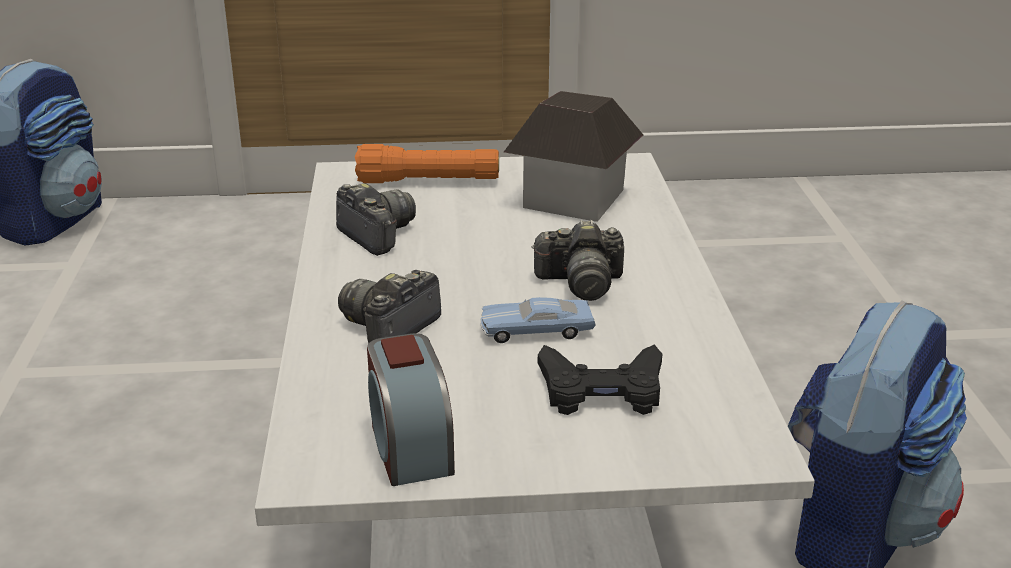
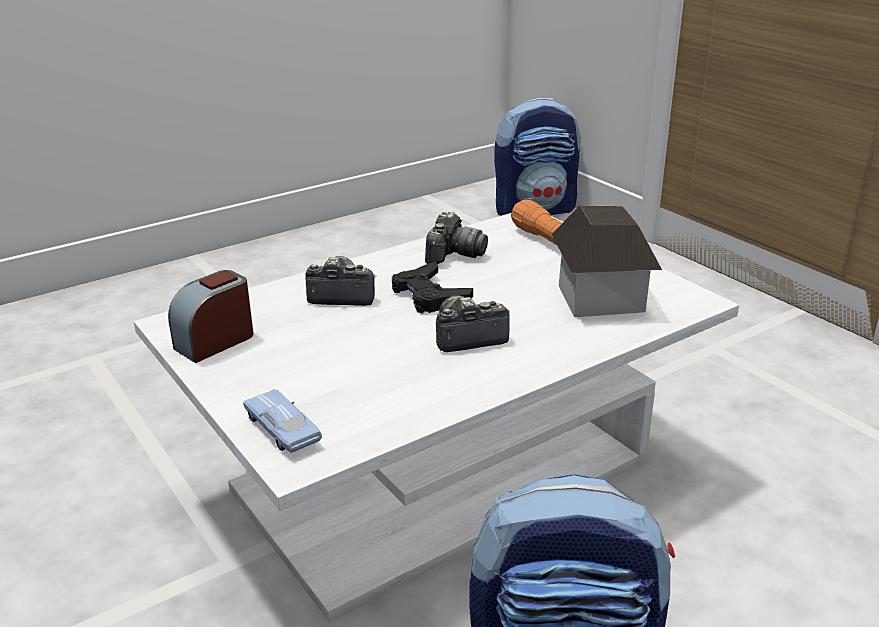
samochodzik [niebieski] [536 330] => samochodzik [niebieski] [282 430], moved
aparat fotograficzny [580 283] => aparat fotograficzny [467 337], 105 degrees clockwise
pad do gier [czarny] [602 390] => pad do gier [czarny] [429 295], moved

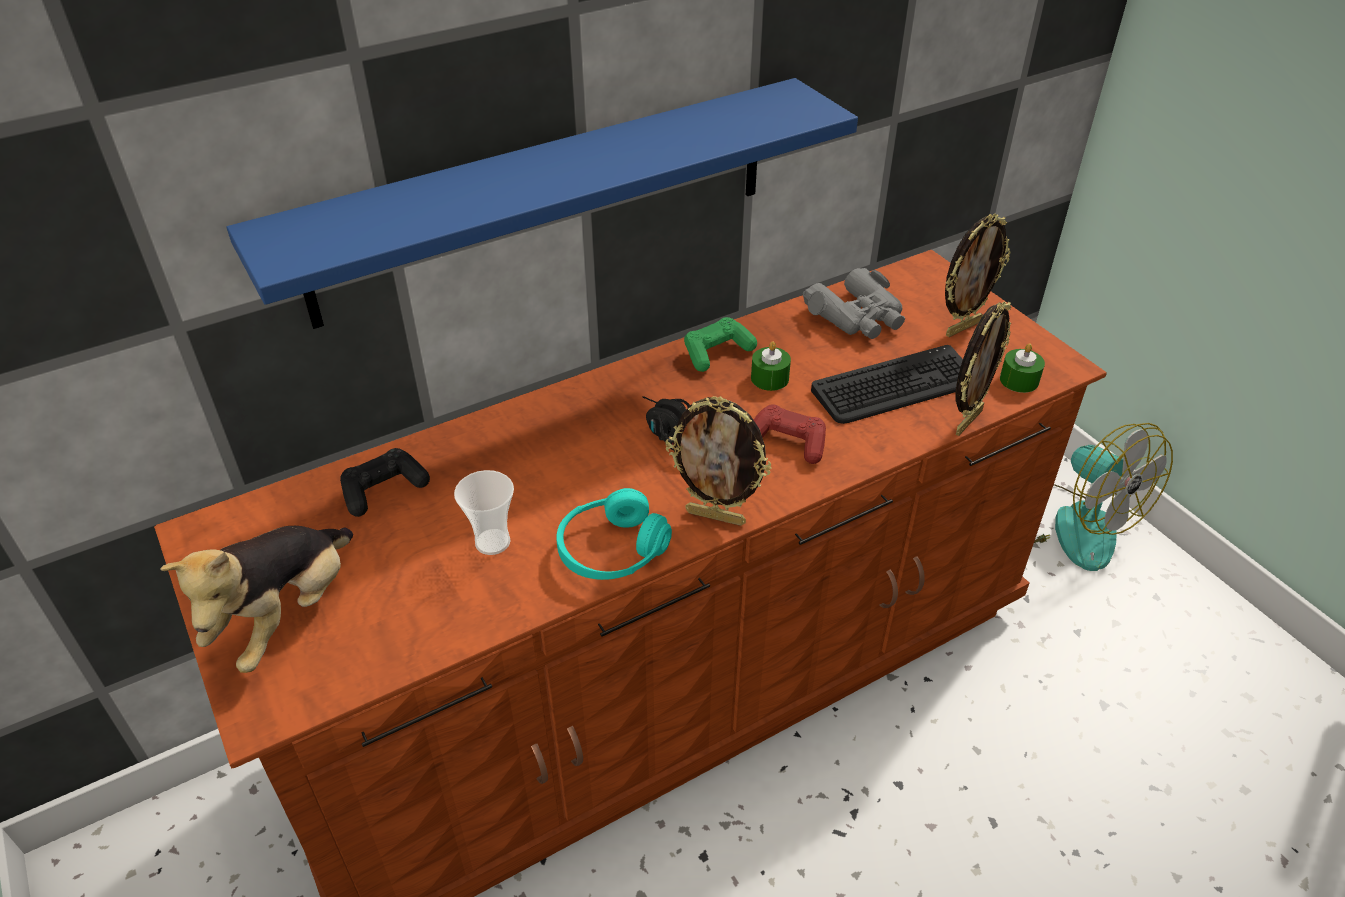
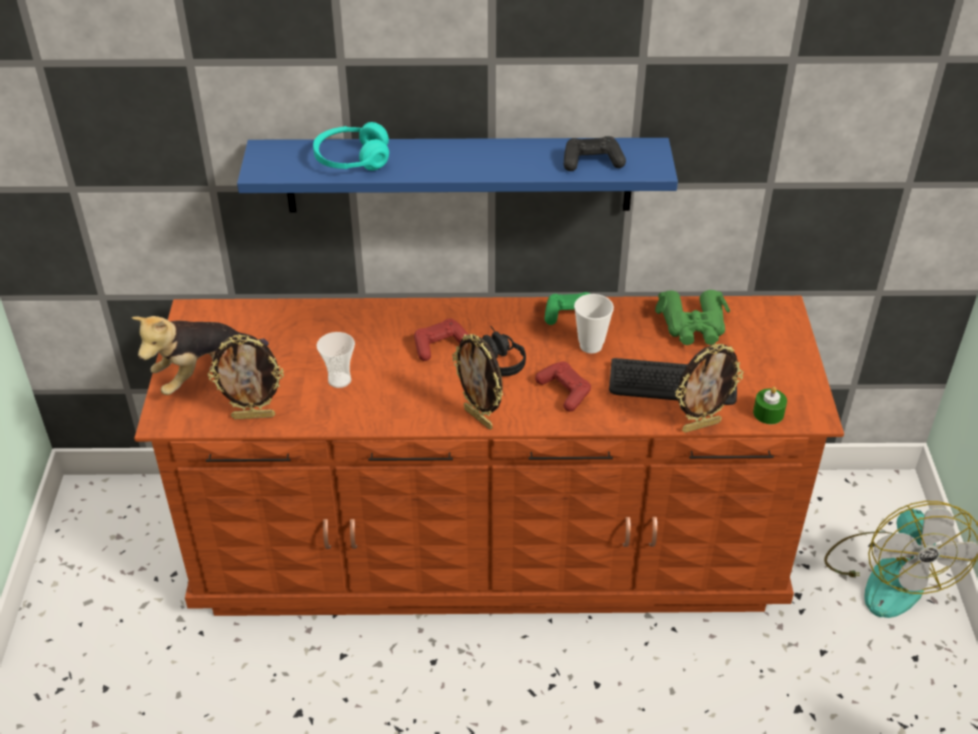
pad do gier [czarny] [384 489] => pad do gier [czarny] [592 162], moved
słuchawki [turkusowy] [612 550] => słuchawki [turkusowy] [352 160], moved
świeca [zielony] [769 378] => filiżanka [591 346]
lornetka [szary] [857 316] => lornetka [zielony] [693 326]
ramka na zdjęcie [962 327] => ramka na zdjęcie [254 416], moved
nothing => pad do gier [czerwony] [440 345]

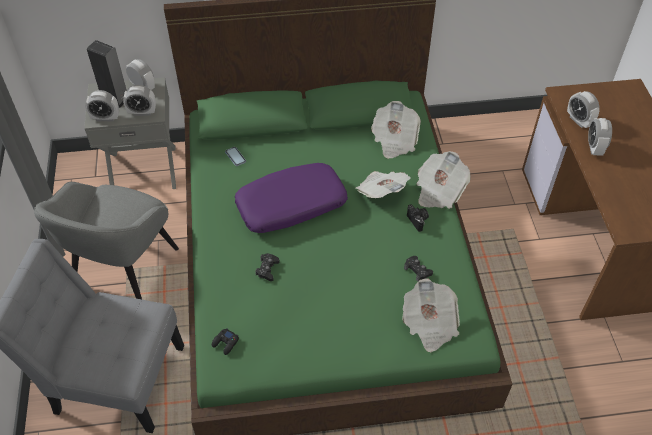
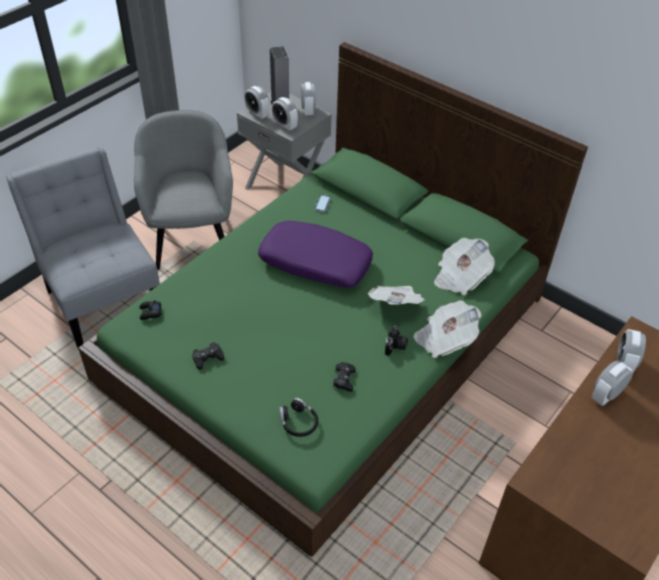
fotel [szary] [124 269] => fotel [szary] [192 239], 105 degrees clockwise
pad do gier [czarny] [267 269] => pad do gier [czarny] [207 358], moved
gazeta [429 324] => słuchawki [czarny] [298 422]

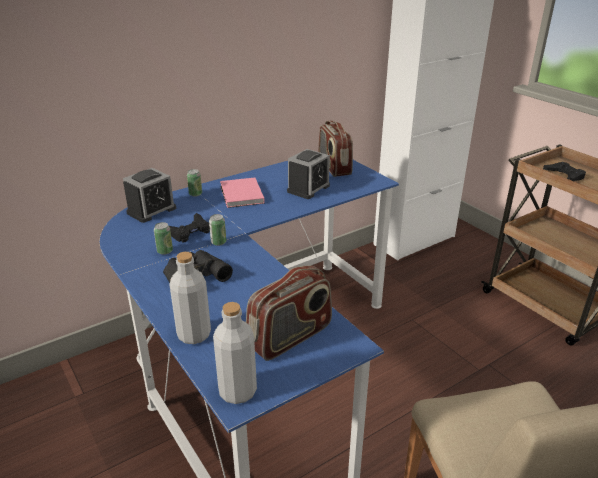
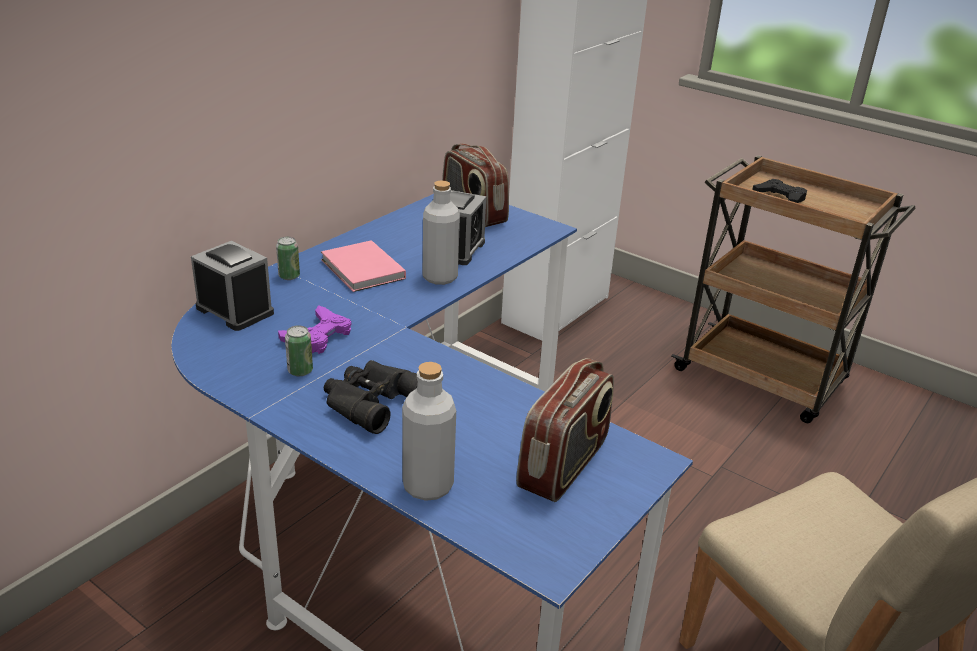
budzik [151 210] => budzik [235 310], 75 degrees counterclockwise
pad do gier [czarny] [189 232] => pad do gier [fioletowy] [318 336]
puszka [218 242] => nothing
butelka [szary] [237 391] => butelka [szary] [440 277], moved

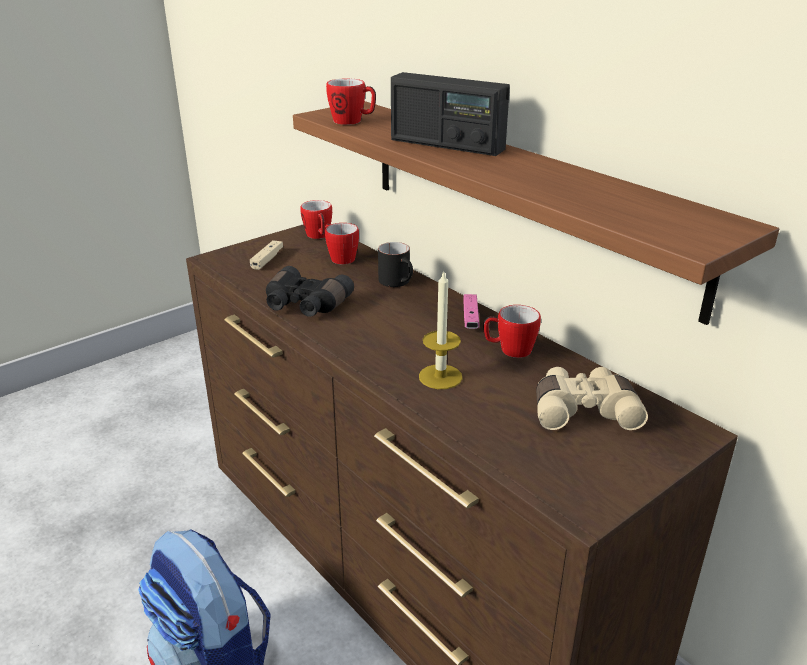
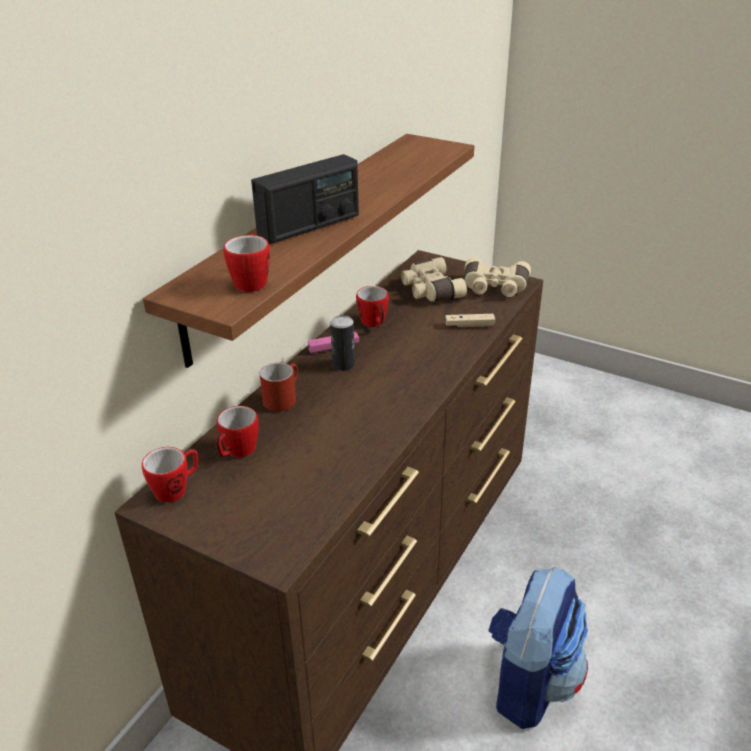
pad do gier [beżowy] [267 260] => pad do gier [beżowy] [469 325], moved
lornetka [czarny] [304 305] => nothing
kubek [czarny] [399 282] => kubek [czerwony] [282 398]
radio [446 145] => radio [309 225], 45 degrees clockwise
świeca [440 377] => nothing
nothing => puszka [343 365]
nothing => lornetka [beżowy] [494 288]

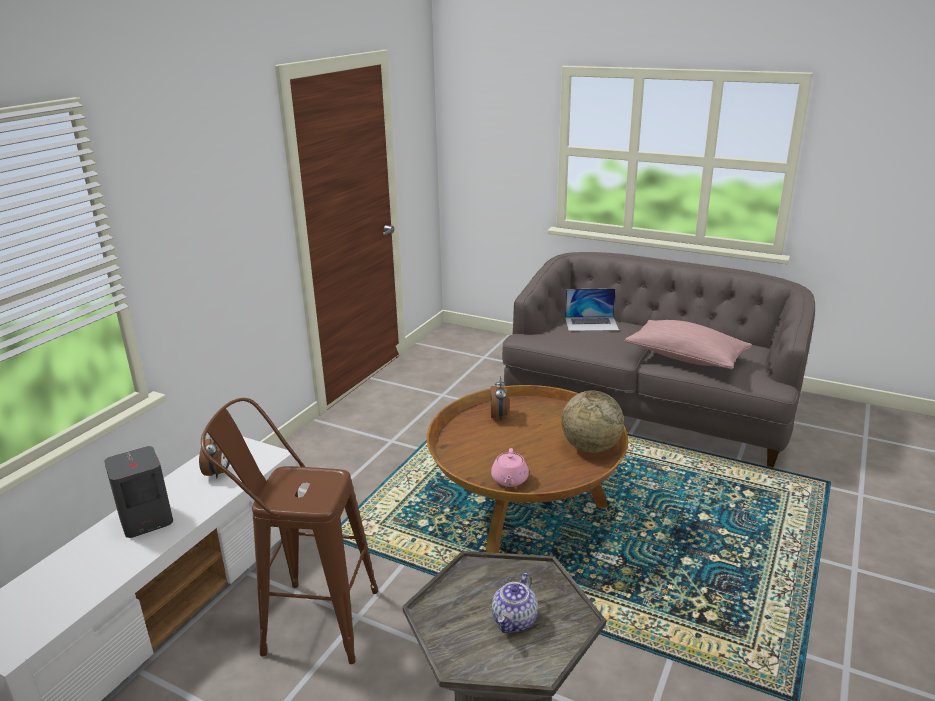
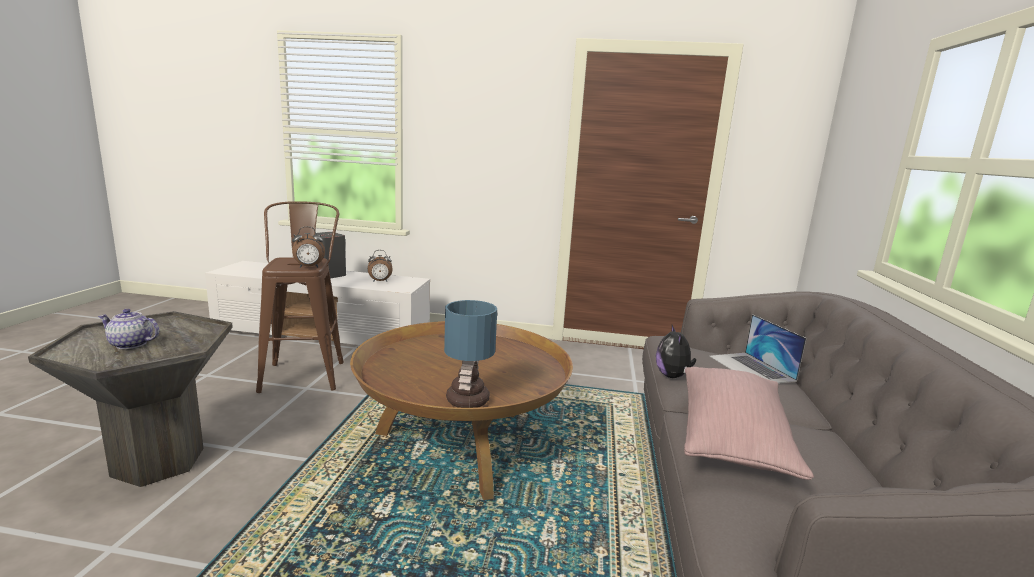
budzik [499 416] => budzik [309 267], moved
imbryk [różowy] [509 480] => nothing
globus [590 447] => lampa stołowa [467 399]
nothing => pluszak [673 376]

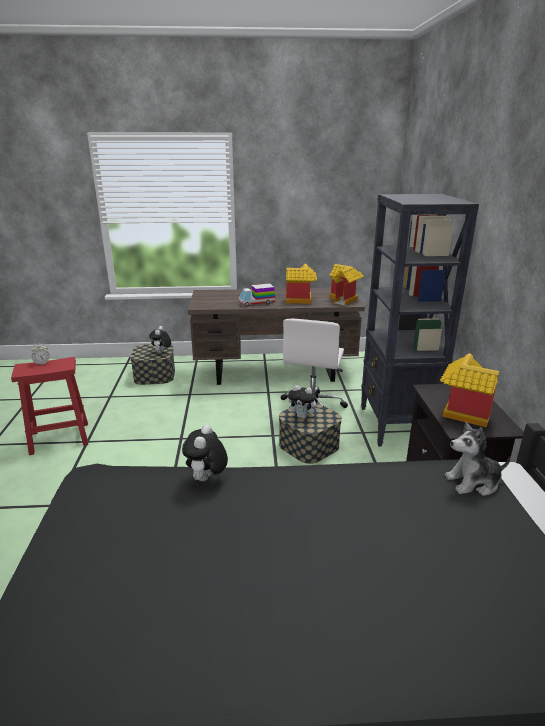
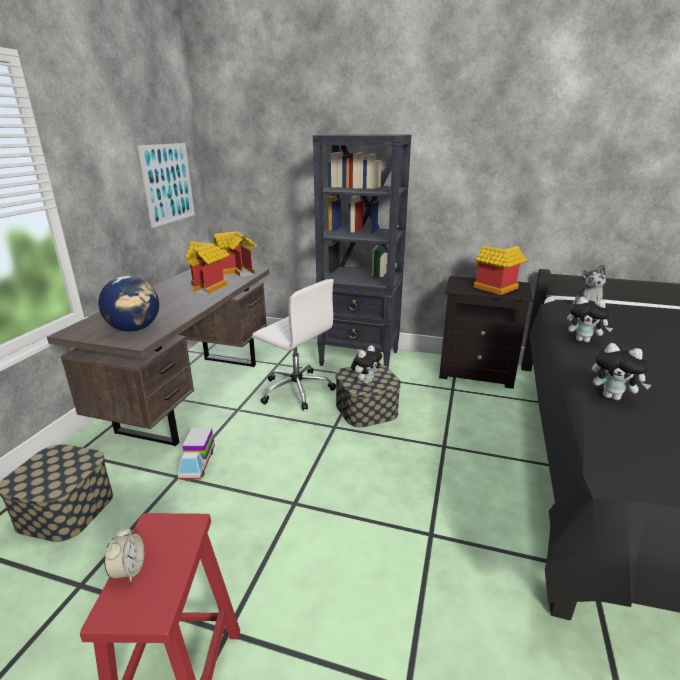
pluszak [161 353] => pluszak [583 340], moved
ciężarówka zabawkowa [256 303] => ciężarówka zabawkowa [197 463], moved
nothing => globus [135 329]
nothing => obraz [168 183]

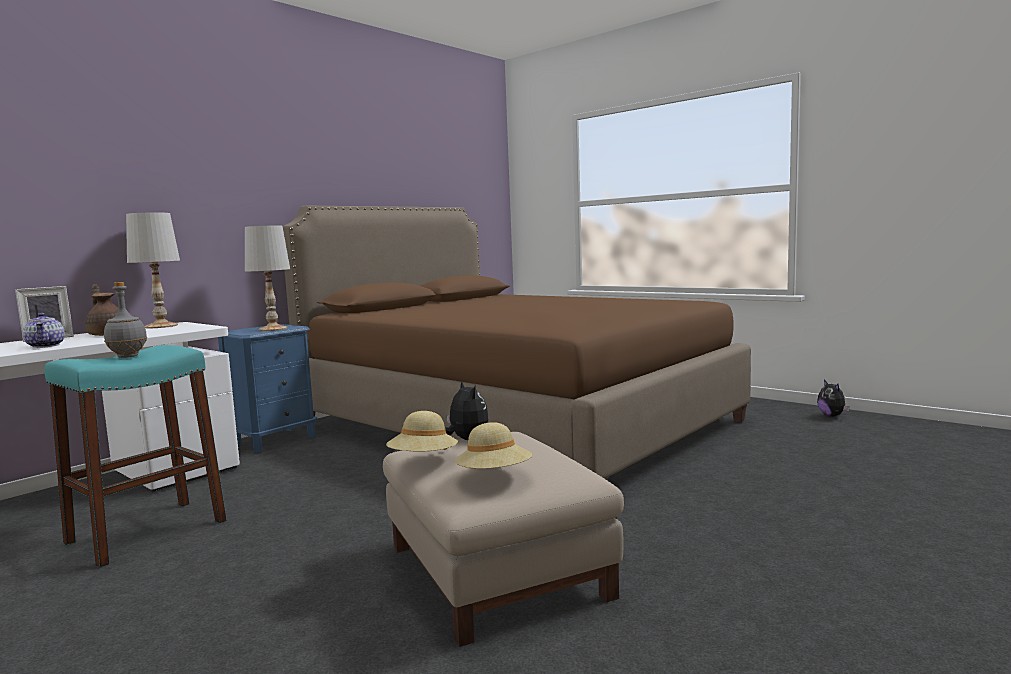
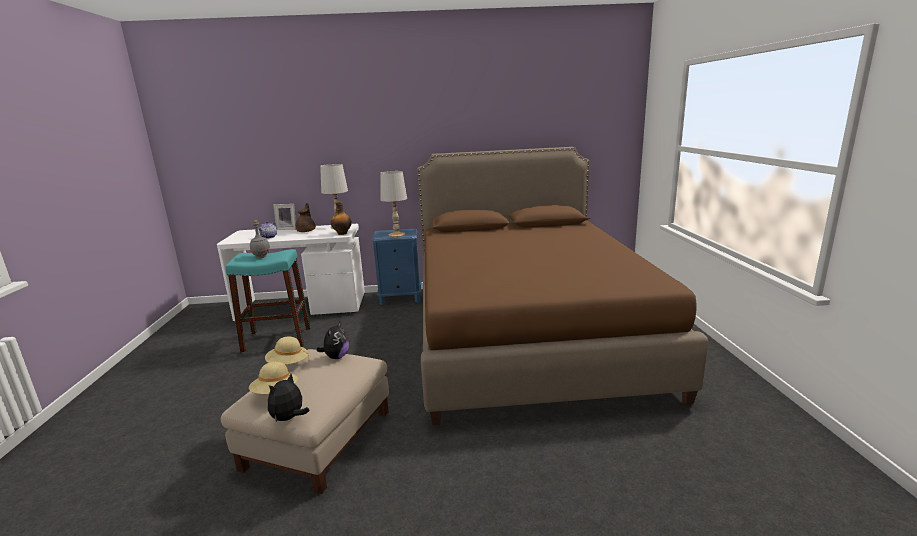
pluszak [832 416] => pluszak [289 418], moved
nothing => butelka [342 233]

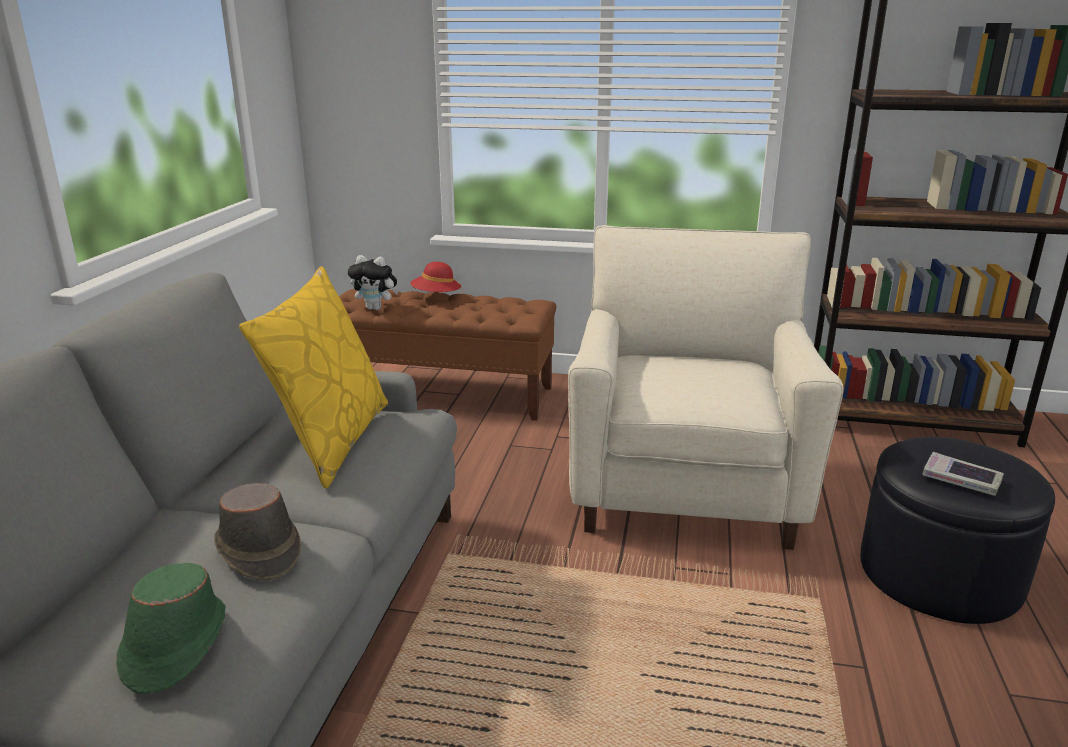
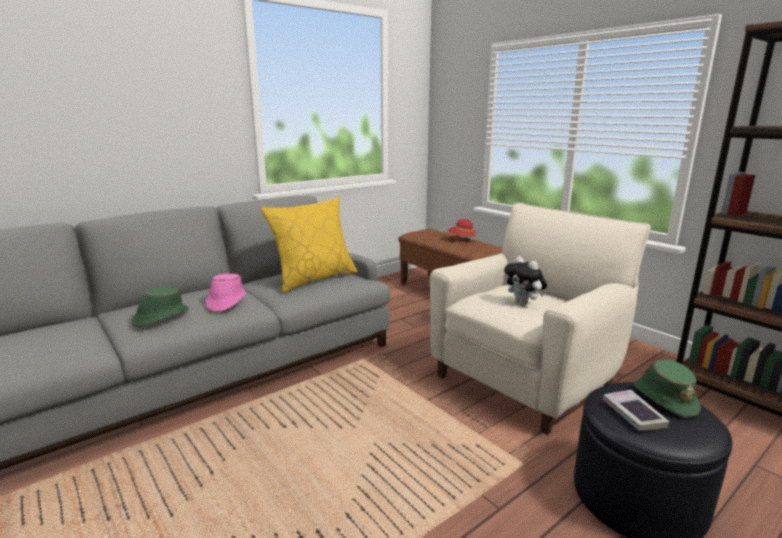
kapelusz [brązowy] [258 550] => kapelusz [różowy] [226 302]
pluszak [376 308] => pluszak [524 303], moved
nothing => kapelusz [zielony] [664 398]

